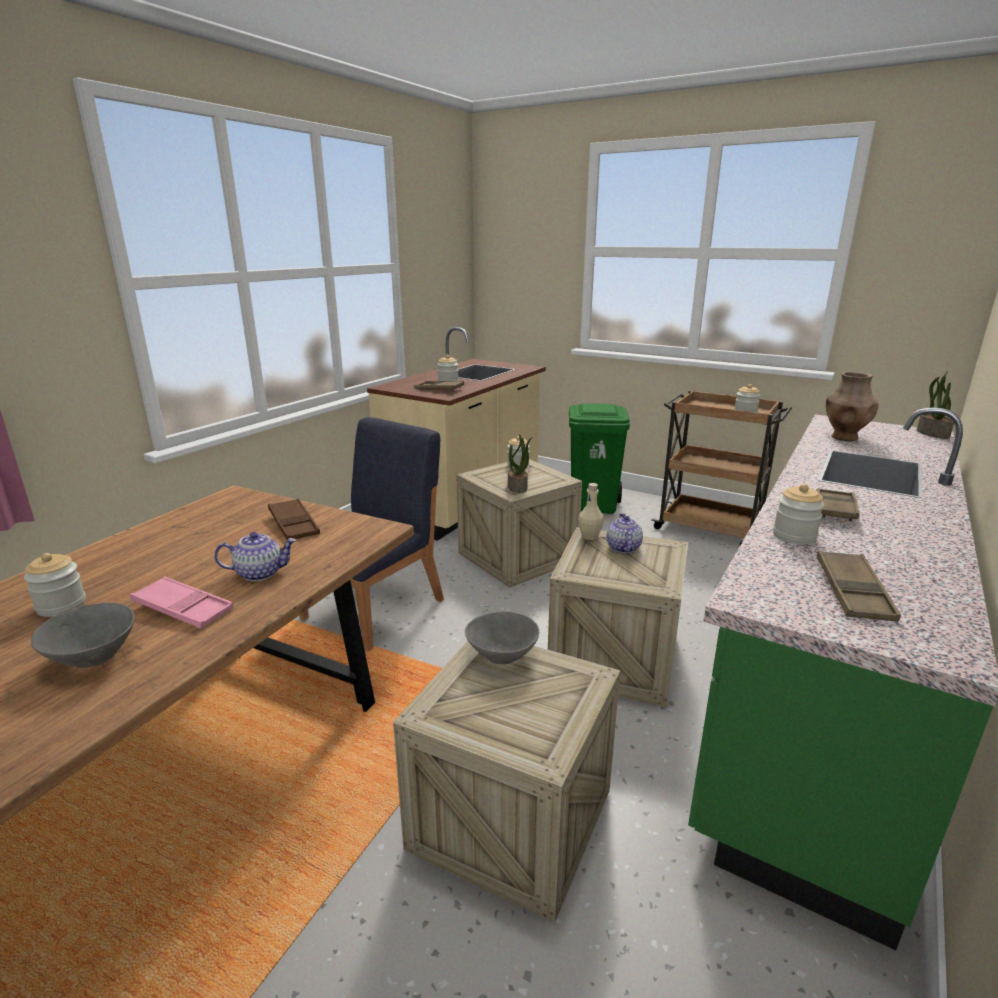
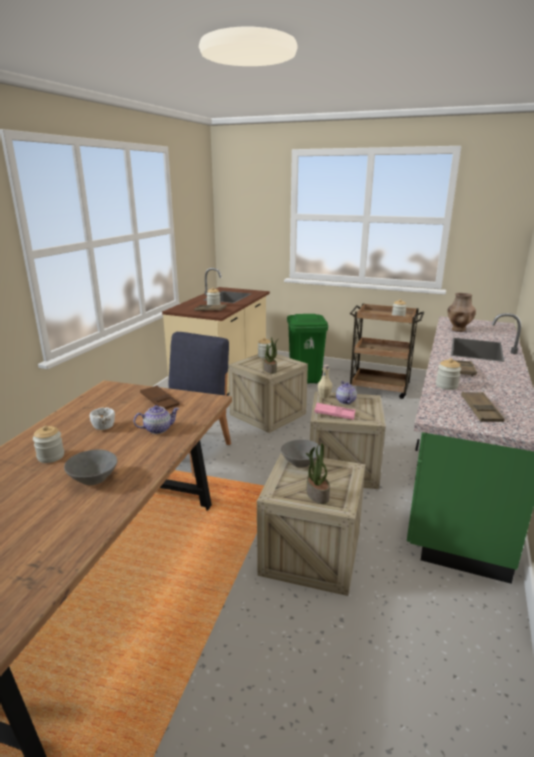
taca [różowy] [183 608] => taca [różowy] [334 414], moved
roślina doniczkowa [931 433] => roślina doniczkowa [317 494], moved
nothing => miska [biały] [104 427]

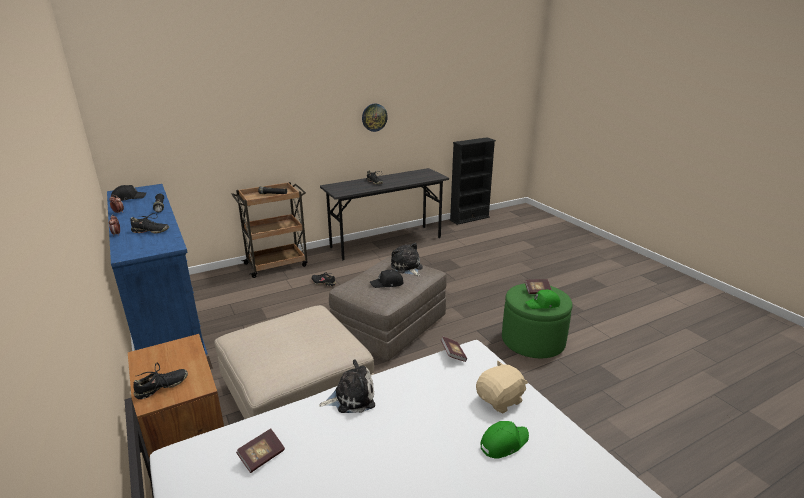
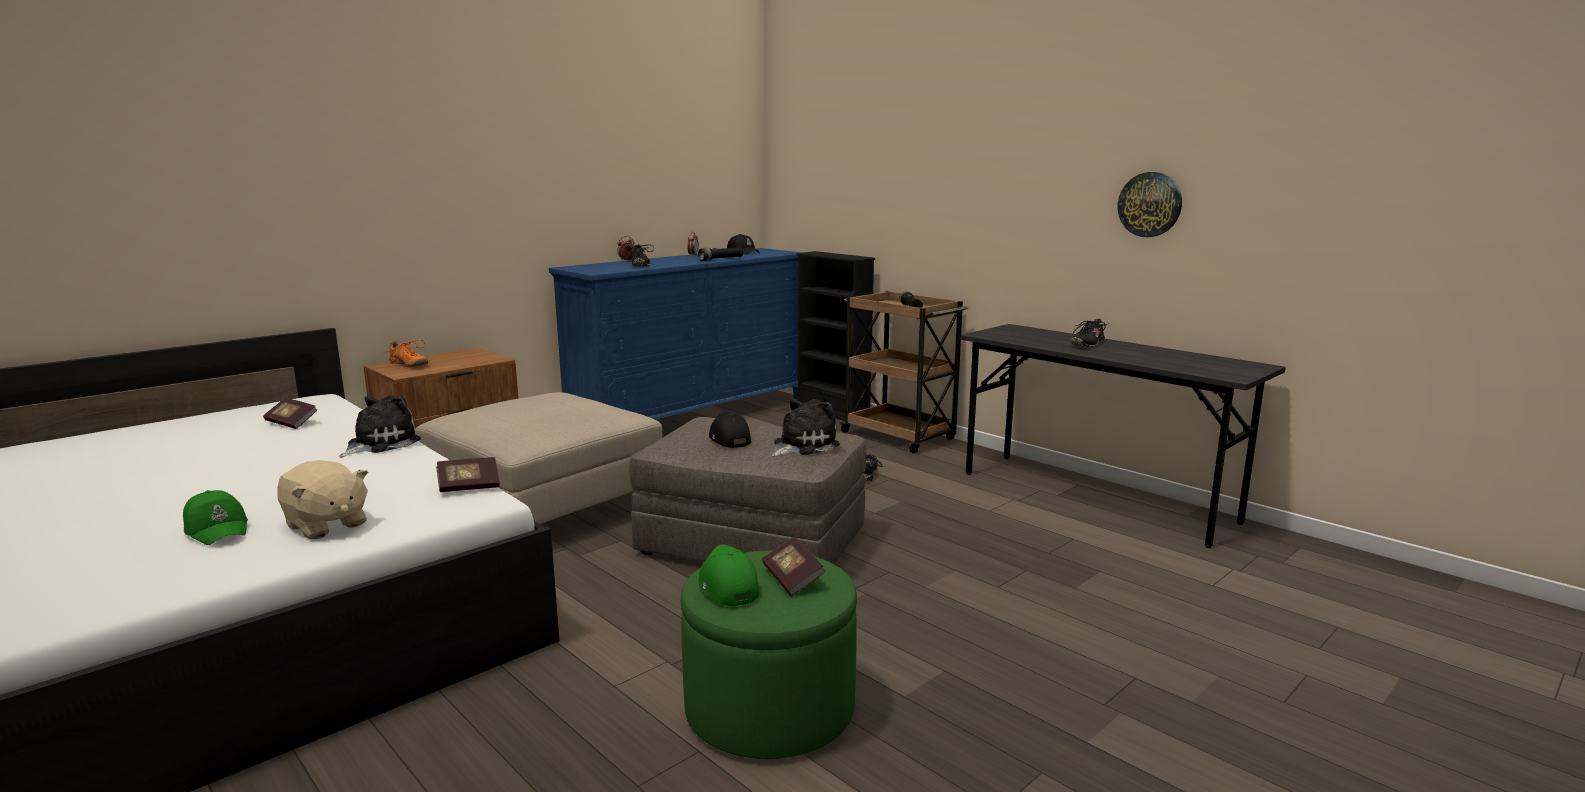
but [czarny] [162 387] => but [pomarańczowy] [408 364]
pluszak [351 398] => pluszak [379 444], 120 degrees counterclockwise
regał [czarny] [469 218] => regał [czarny] [833 412], moved

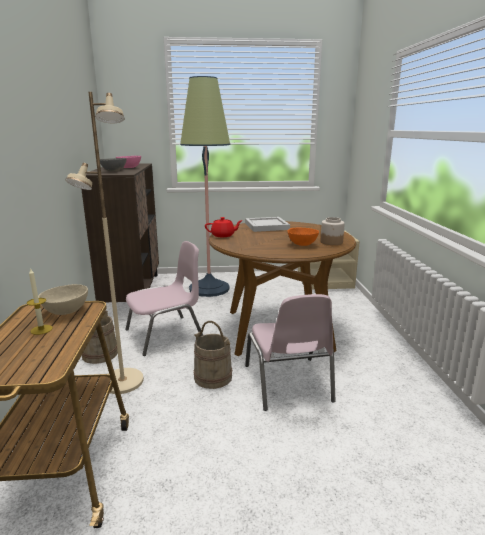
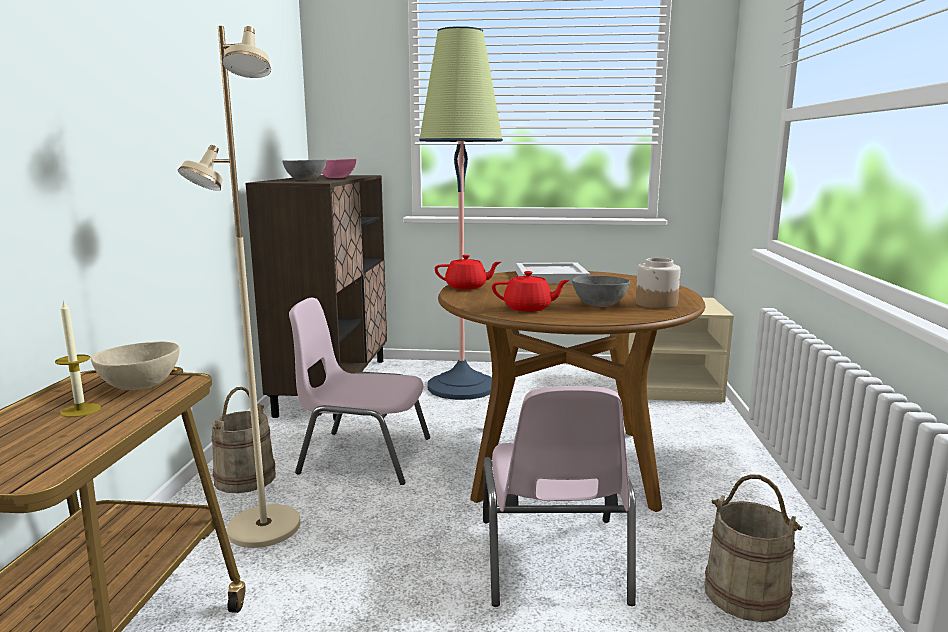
krzesło [różowy] [166 334] => krzesło [różowy] [363 455], 150 degrees counterclockwise
wiadro [beżowy] [213 377] => wiadro [beżowy] [746 594], moved
miska [pomarańczowy] [302 244] => miska [szary] [599 305]
nothing => imbryk [czerwony] [528 308]

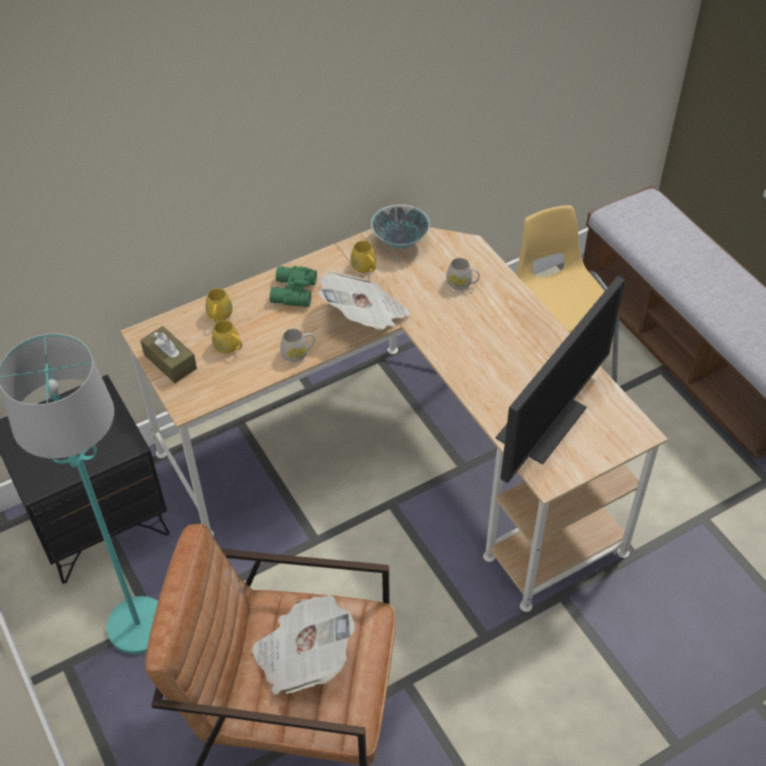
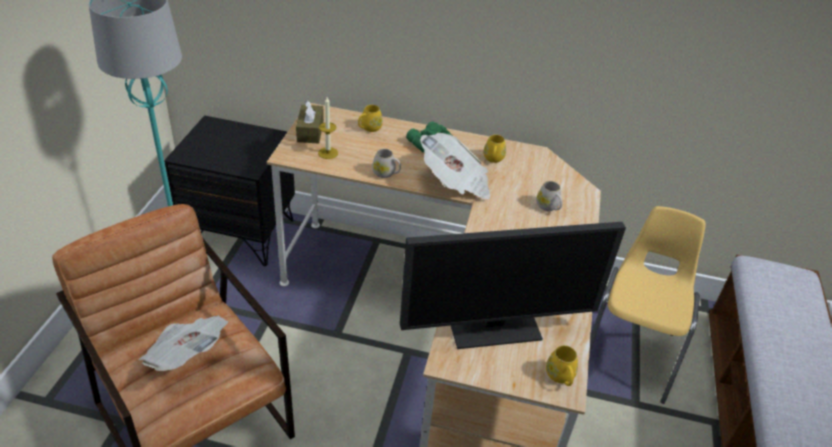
kubek [żółty] [229 347] => kubek [żółty] [561 377], moved
miska [400 243] => nothing
nothing => świeca [328 153]

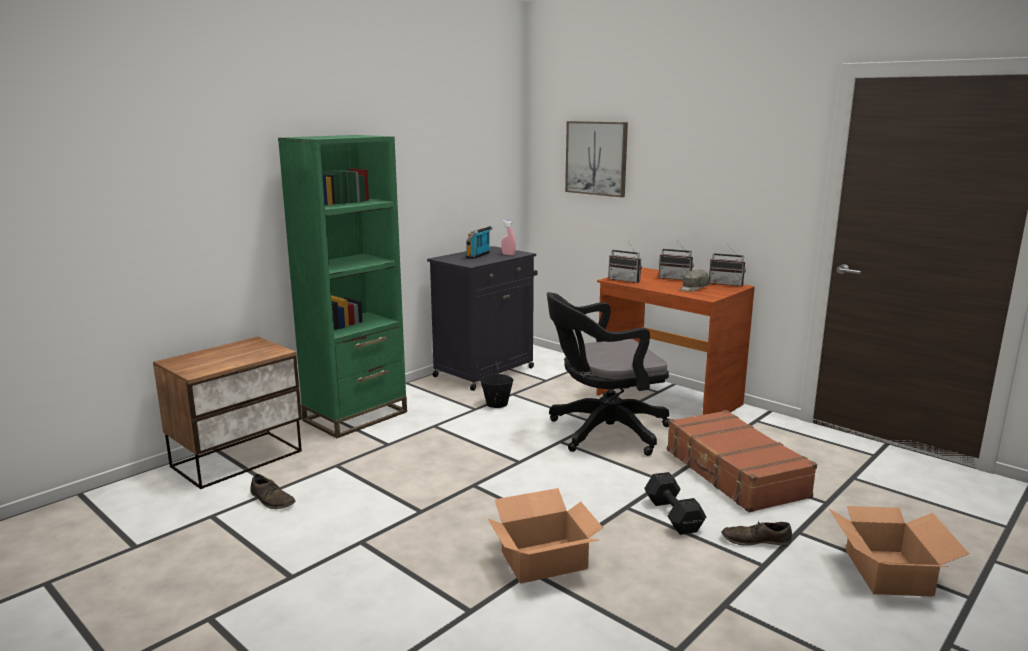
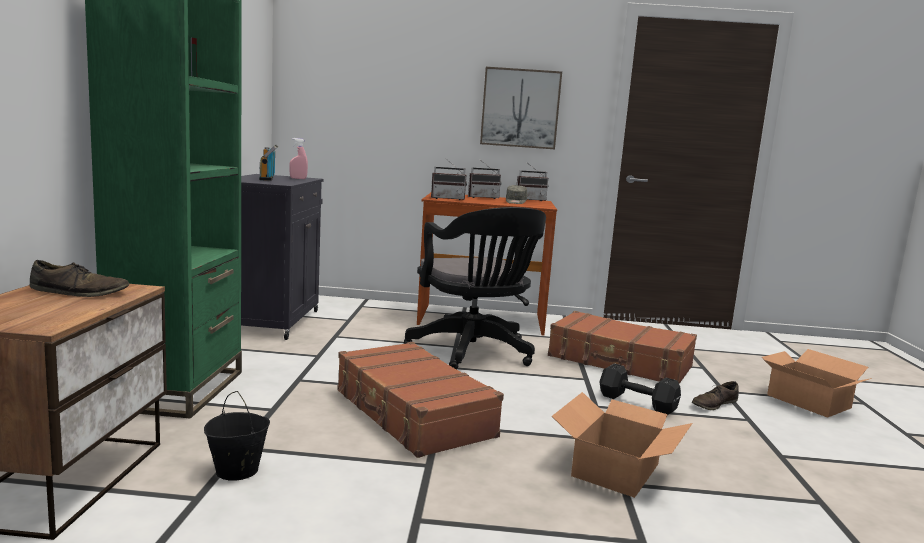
but [brązowy] [272 500] => but [brązowy] [79 292], moved
wiadro [czarny] [496 404] => wiadro [czarny] [236 471], moved
krzesło biurowe [czarny] [602 432] => krzesło biurowe [czarny] [474 352], 60 degrees counterclockwise
obraz [596 158] => obraz [520 108], moved
nothing => walizka [brązowy] [412 414]

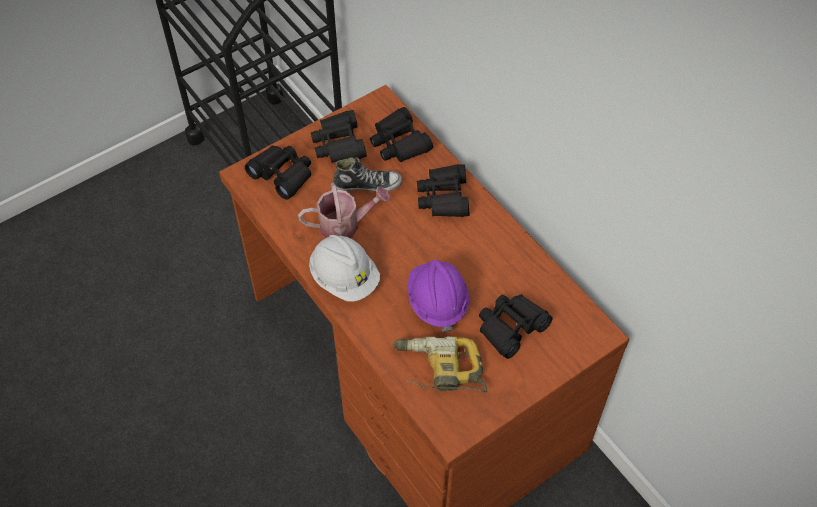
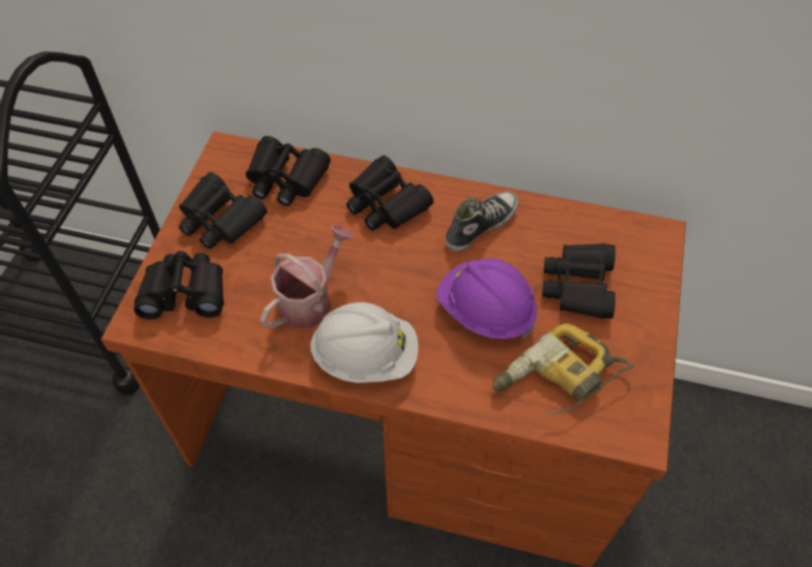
but [367 184] => but [480 225], moved

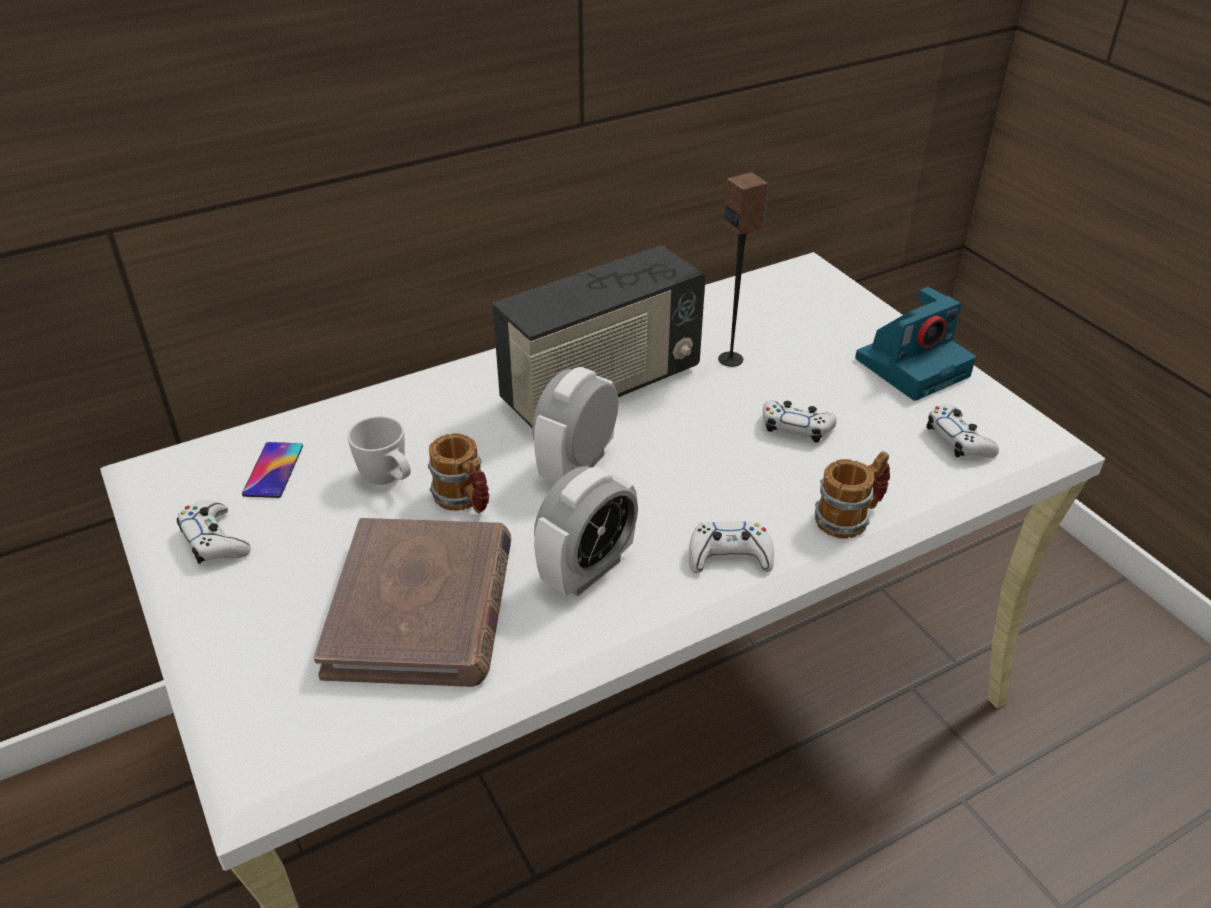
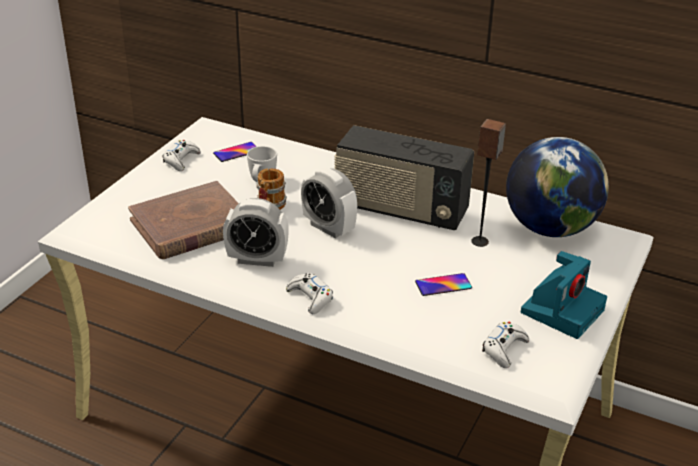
budzik [577 466] => budzik [328 227], 135 degrees counterclockwise
pad do gier [biały] [796 427] => telefon [443 285]
kubek [850 517] => nothing
aparat fotograficzny [913 366] => aparat fotograficzny [562 310], 75 degrees counterclockwise
nothing => globus [550 228]

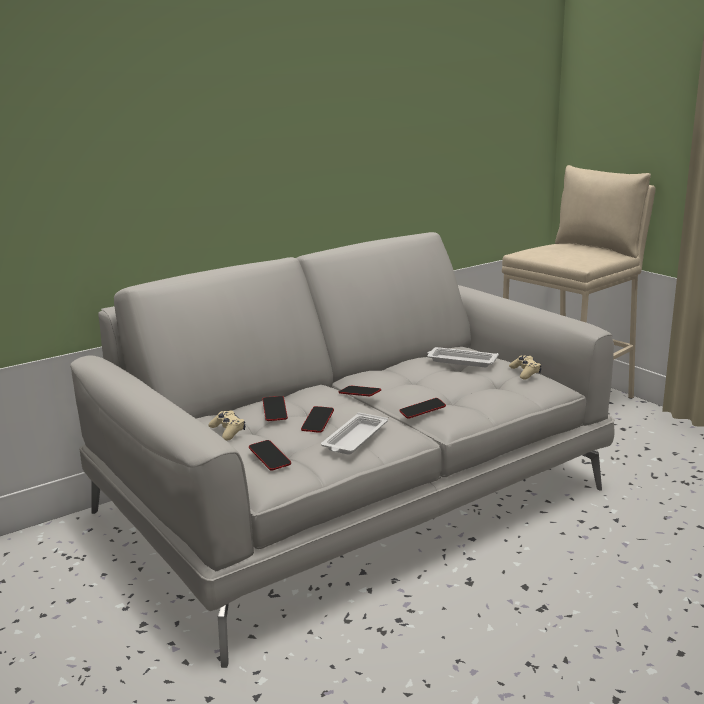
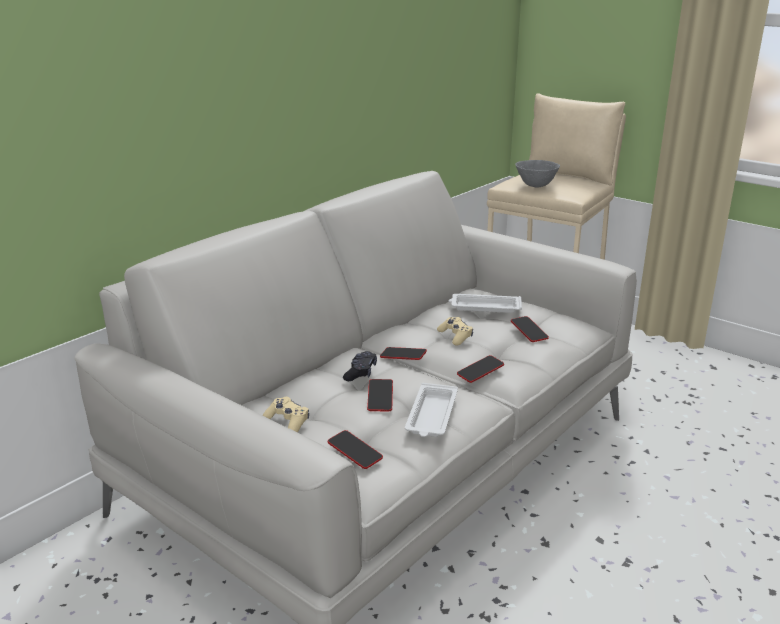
telefon [275 411] => telefon [529 332], moved
pad do gier [beżowy] [525 372] => pad do gier [beżowy] [455 336], moved
nothing => pad do gier [czarny] [360 372]
nothing => miska [szary] [535 186]

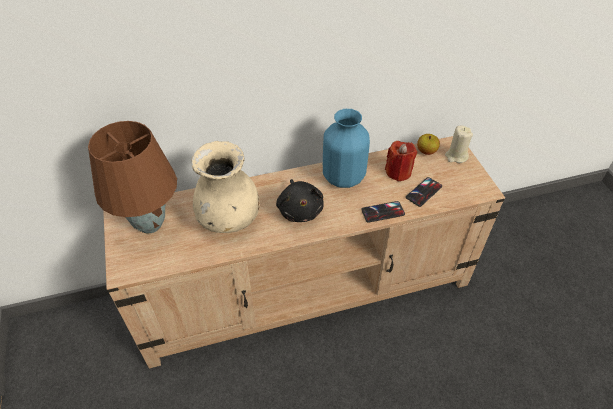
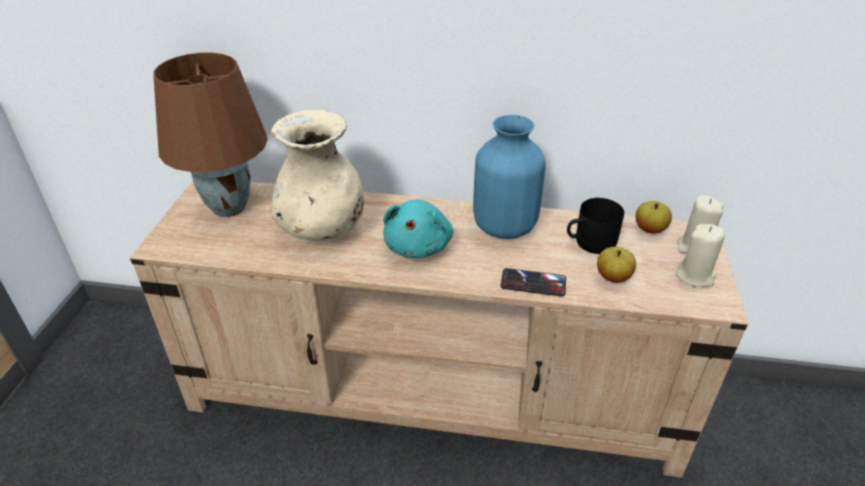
pluszak [czarny] [300 209] => pluszak [turkusowy] [419 246]
świeca [czerwony] [398 172] => kubek [czarny] [589 242]
telefon [424 192] => jabłko [613 277]
nothing => świeca [beżowy] [695 276]

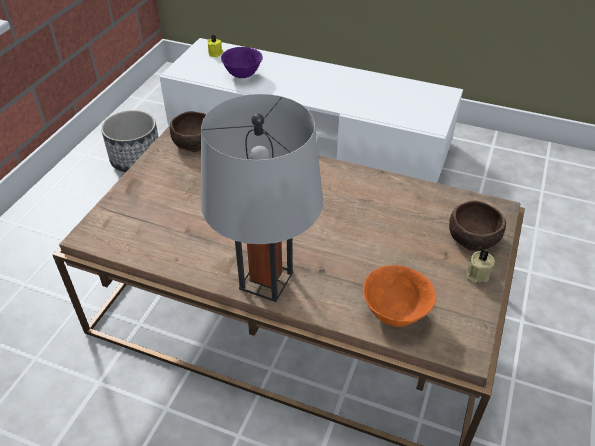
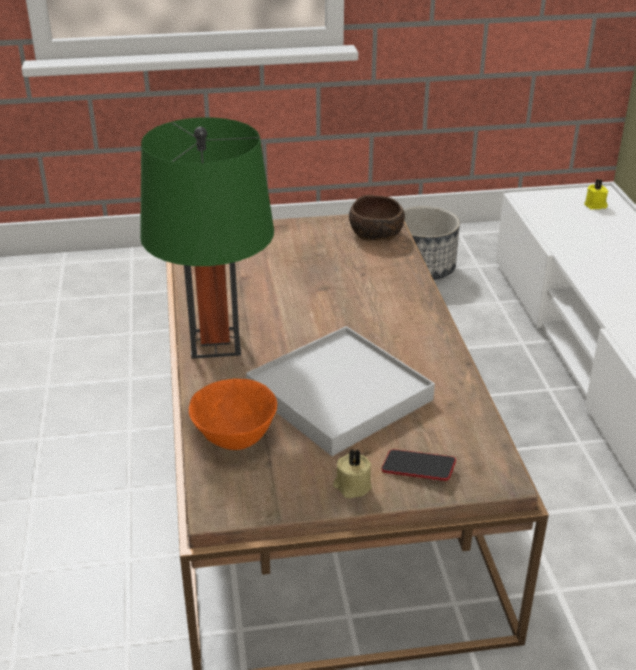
lampa stołowa [szary] [266 280] => lampa stołowa [zielony] [215 343]
miska [fioletowy] [243 75] => nothing
miska [brązowy] [474 238] => telefon [418 469]
nothing => taca [biały] [338 394]

